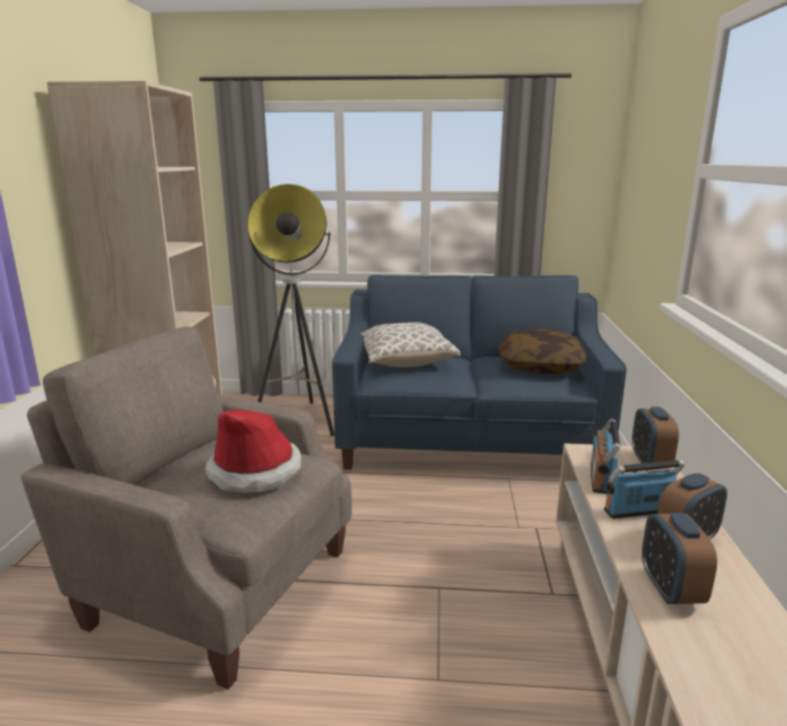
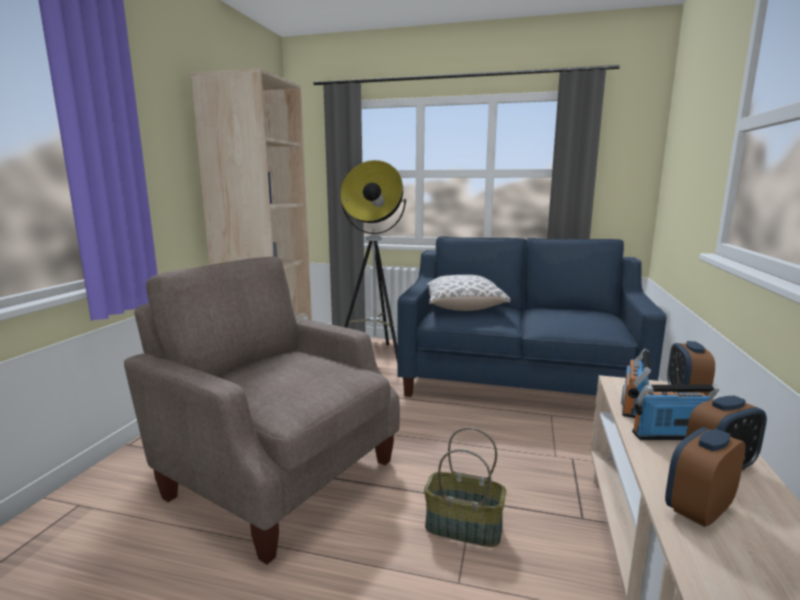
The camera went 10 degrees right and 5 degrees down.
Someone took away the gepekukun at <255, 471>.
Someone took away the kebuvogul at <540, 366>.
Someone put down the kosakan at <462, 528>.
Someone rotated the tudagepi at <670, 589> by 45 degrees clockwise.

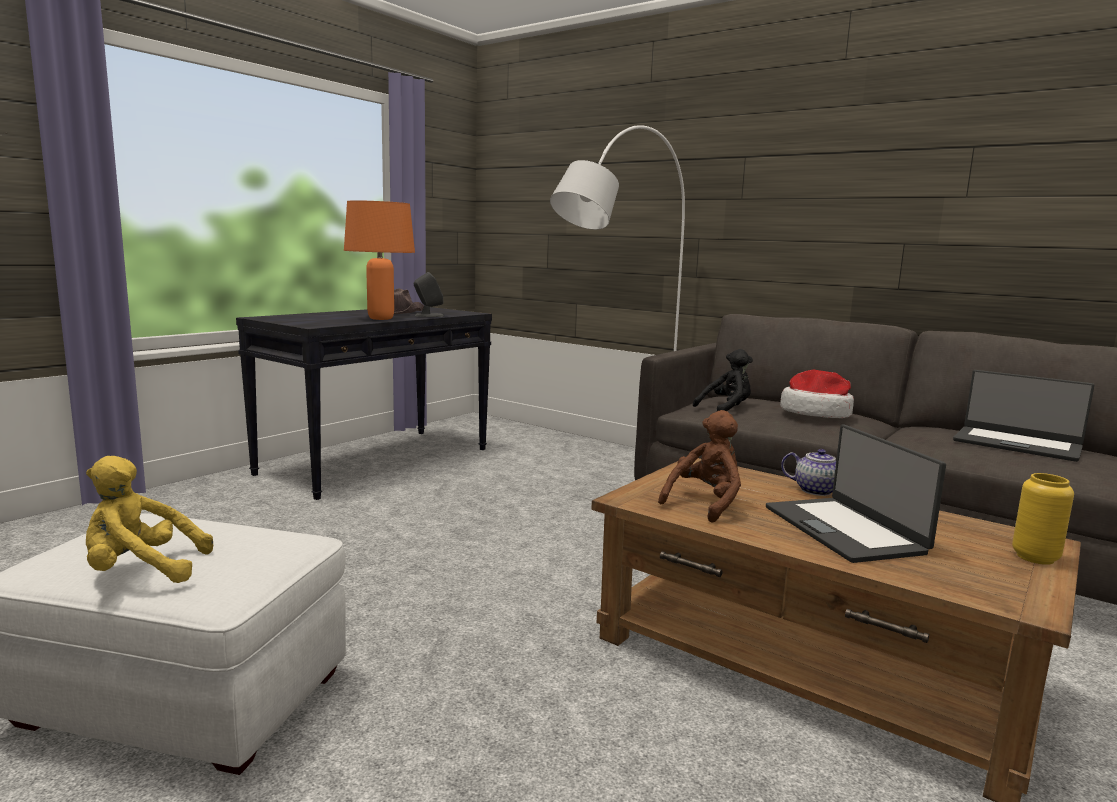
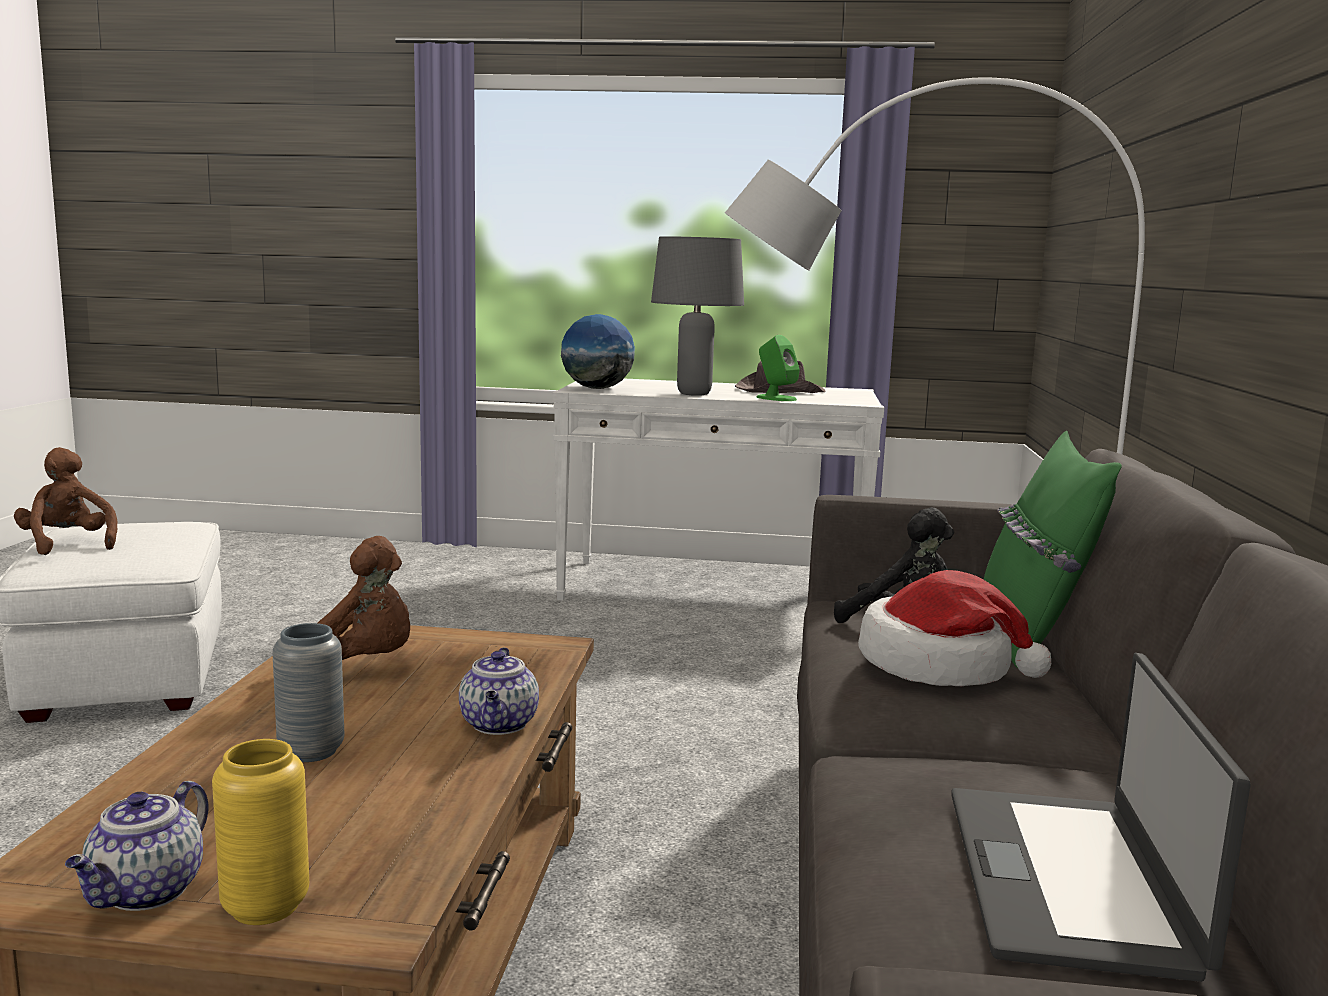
The camera went 60 degrees right and 0 degrees up.
Someone put down the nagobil at <146, 893>.
Someone put down the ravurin at <597, 388>.
Someone put down the green_kebuvogul at <1032, 635>.
Someone swapped the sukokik at <844, 529> for the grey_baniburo at <311, 751>.
Someone repainted the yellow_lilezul at <141, 571>, which became the brown_lilezul at <68, 544>.
Someone repainted the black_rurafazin at <377, 461>, which became the white_rurafazin at <714, 589>.
Someone repainted the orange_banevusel at <381, 319>, which became the grey_banevusel at <694, 394>.
Someone repainted the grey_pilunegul at <429, 315>, which became the green_pilunegul at <775, 398>.

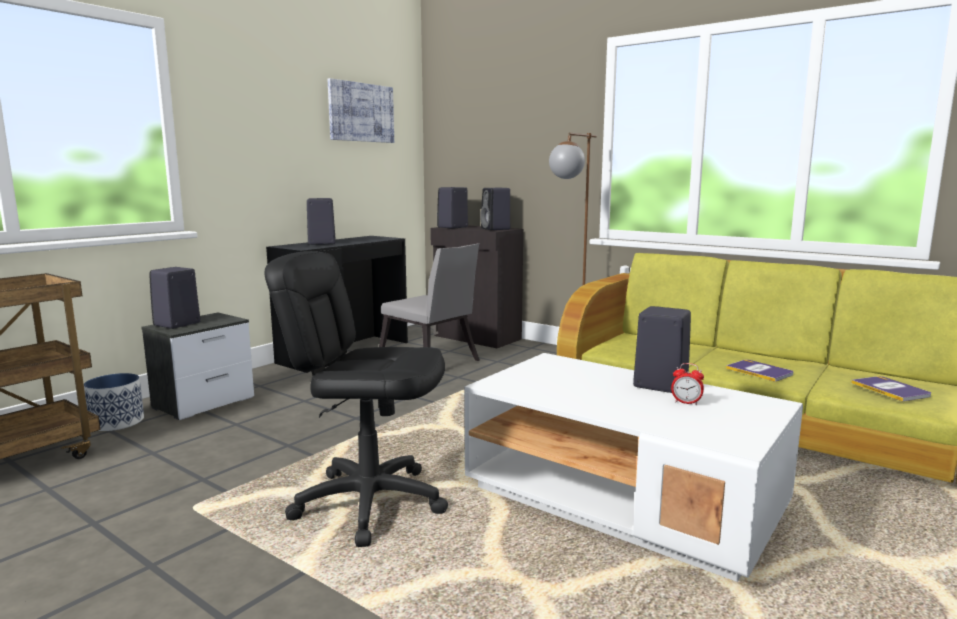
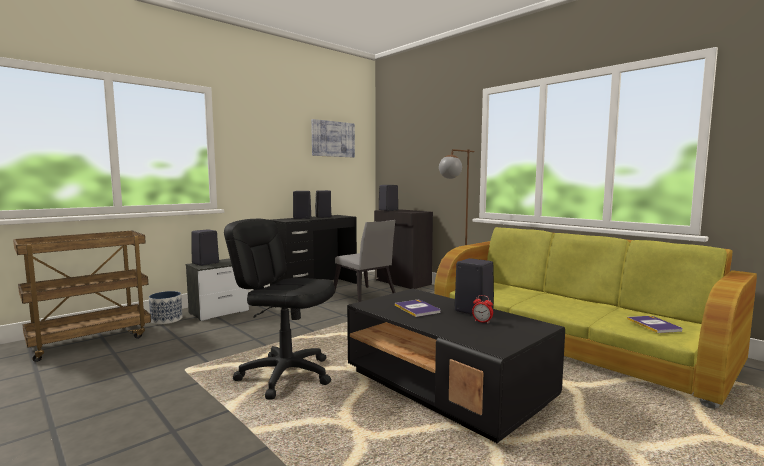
The camera went 10 degrees right and 5 degrees down.
Someone carried the black_pilunegul from <496, 229> to <323, 217>.
Someone carried the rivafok from <759, 371> to <417, 309>.
Someone repainted the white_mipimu at <623, 501>, which became the black_mipimu at <446, 387>.

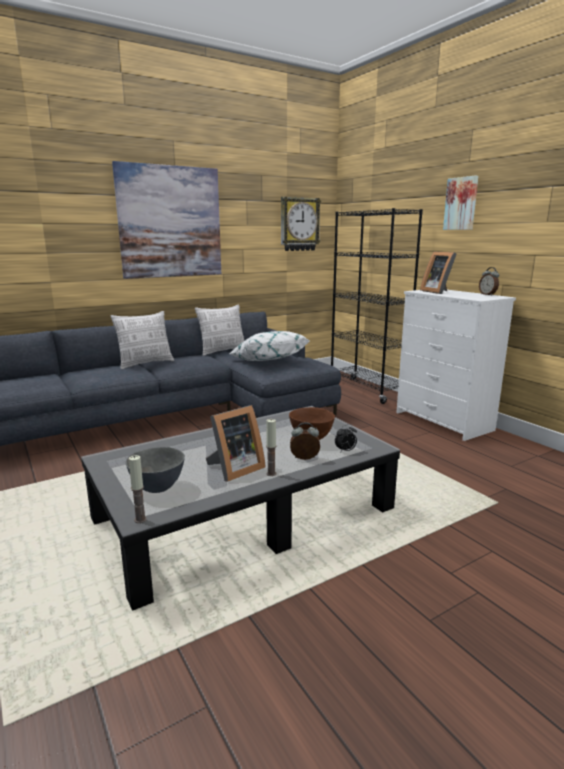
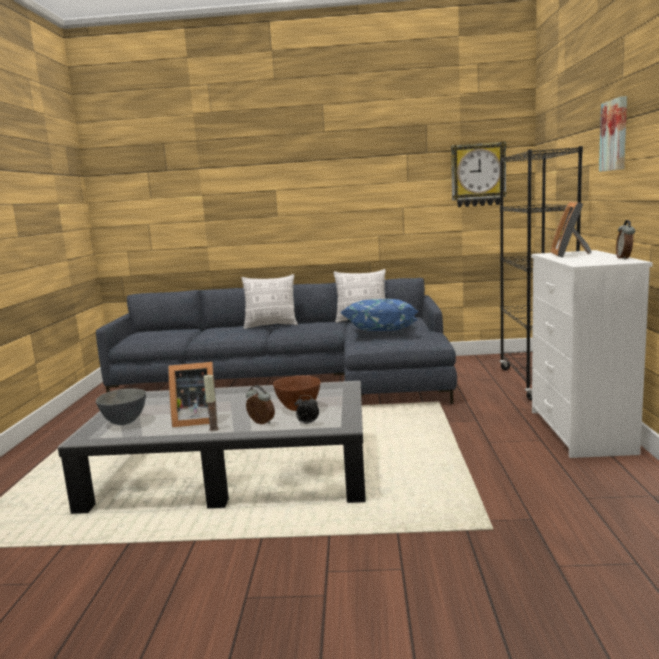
The camera went 35 degrees right and 5 degrees down.
Someone took away the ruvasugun at <170, 222>.
Someone took away the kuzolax at <140, 519>.
Someone repainted the white_kebuvogul at <267, 361>, which became the blue_kebuvogul at <382, 332>.

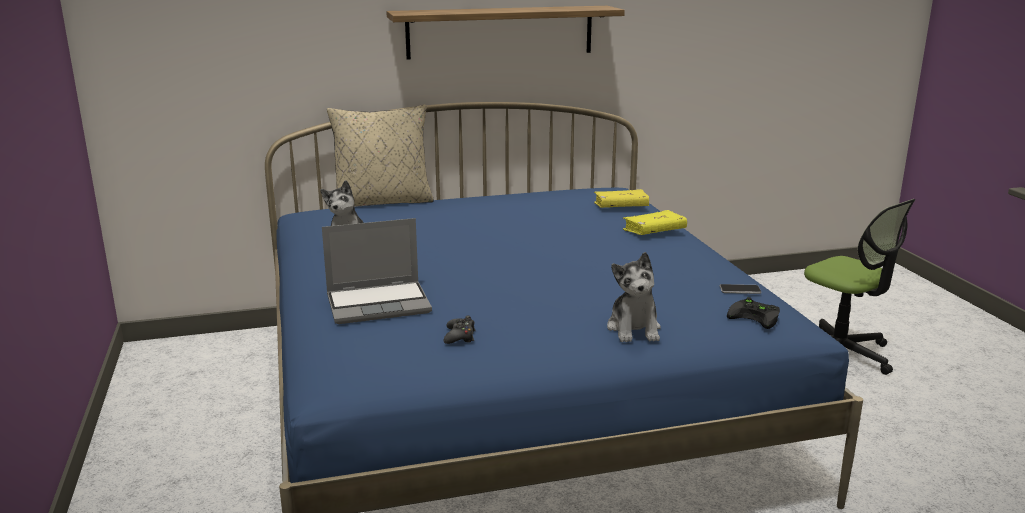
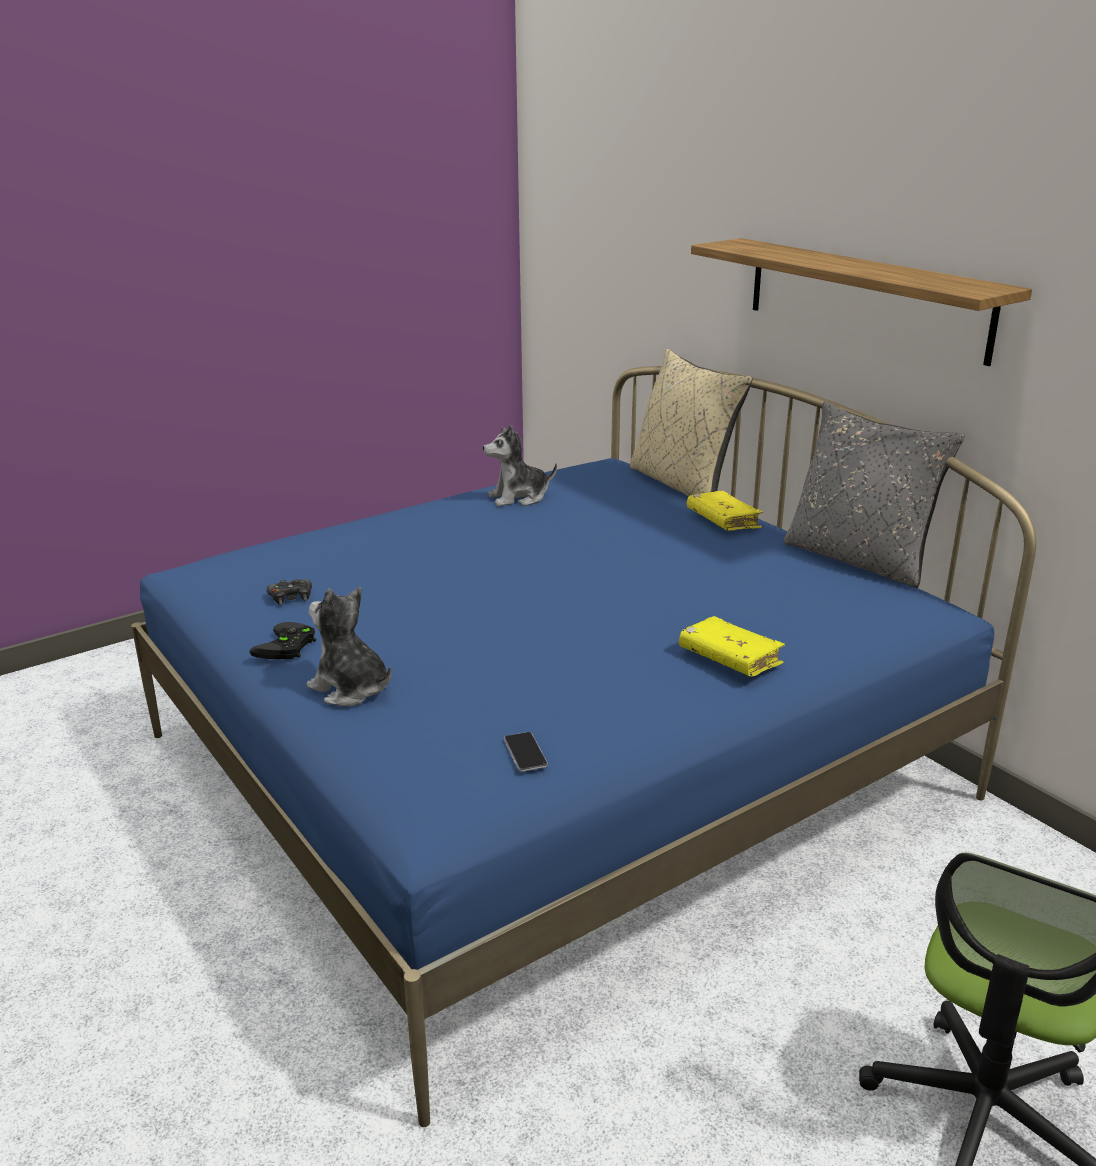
The camera went 70 degrees right and 5 degrees up.
Someone took away the sukokik at <379, 304>.
Someone put down the grey_kebuvogul at <858, 559>.
Someone carried the yellow_rivafok from <621, 206> to <723, 520>.
Someone carried the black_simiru from <756, 317> to <286, 647>.
Someone rotated the lilezul at <634, 329> by 60 degrees clockwise.

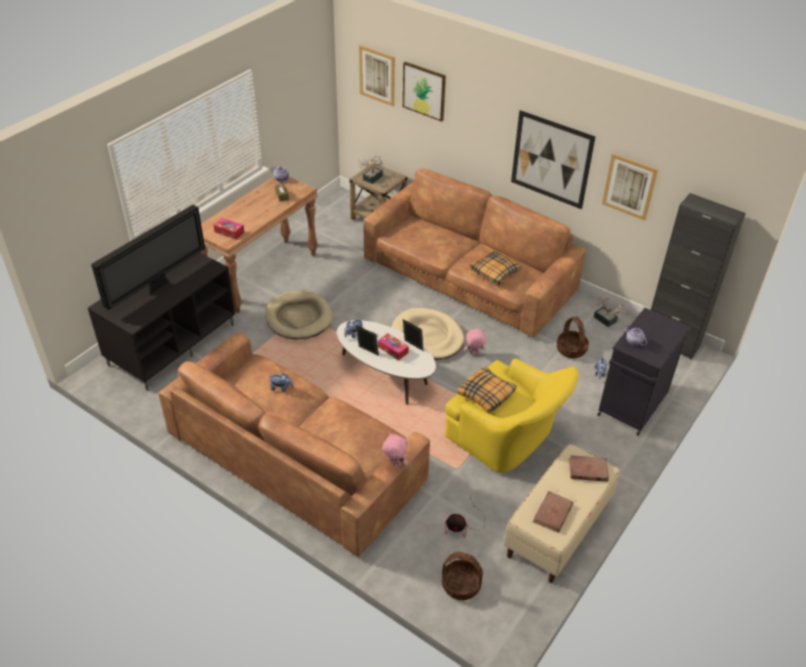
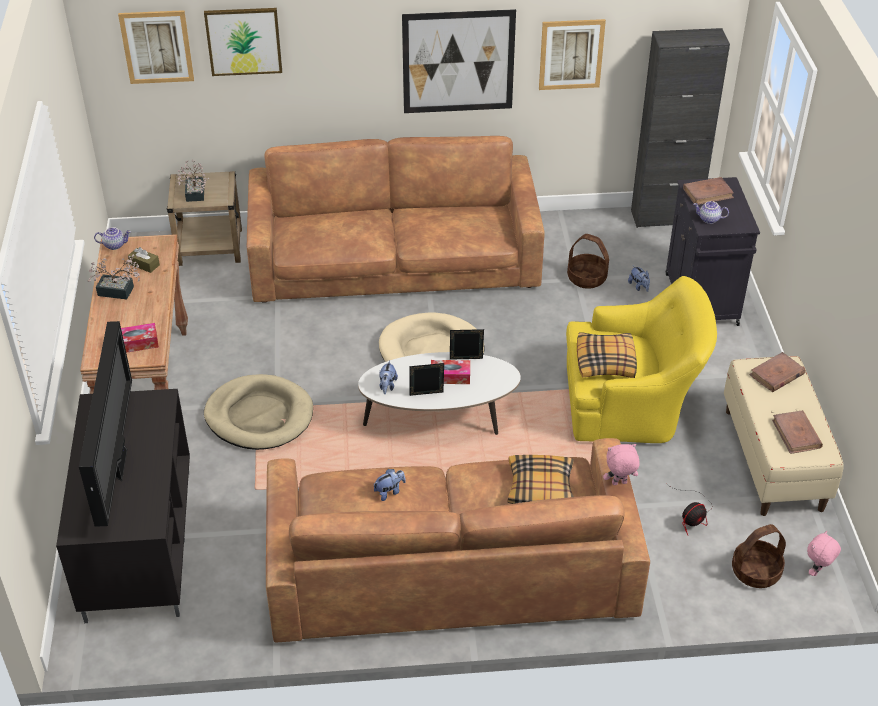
The camera went 40 degrees left and 0 degrees up.
Someone put down the brown_rivafok at <708, 193>.
Someone carried the pink_lilezul from <474, 353> to <817, 572>.
Someone carried the kebuvogul from <494, 272> to <540, 488>.
Someone carried the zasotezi from <607, 321> to <119, 292>.

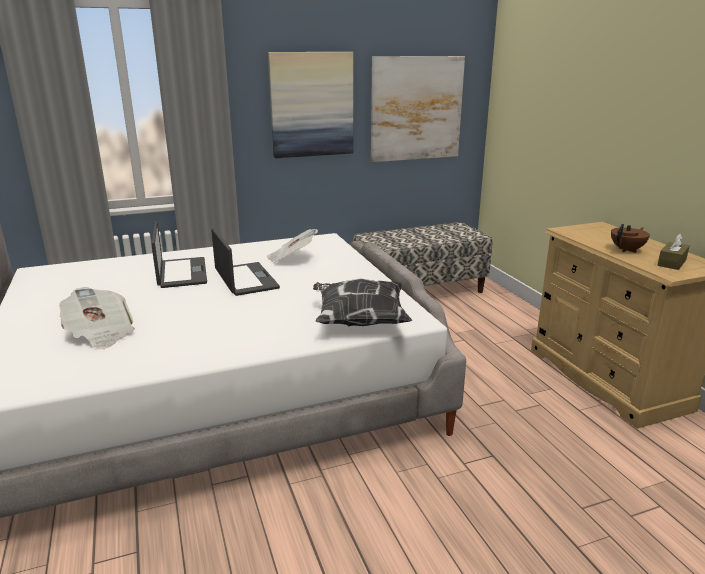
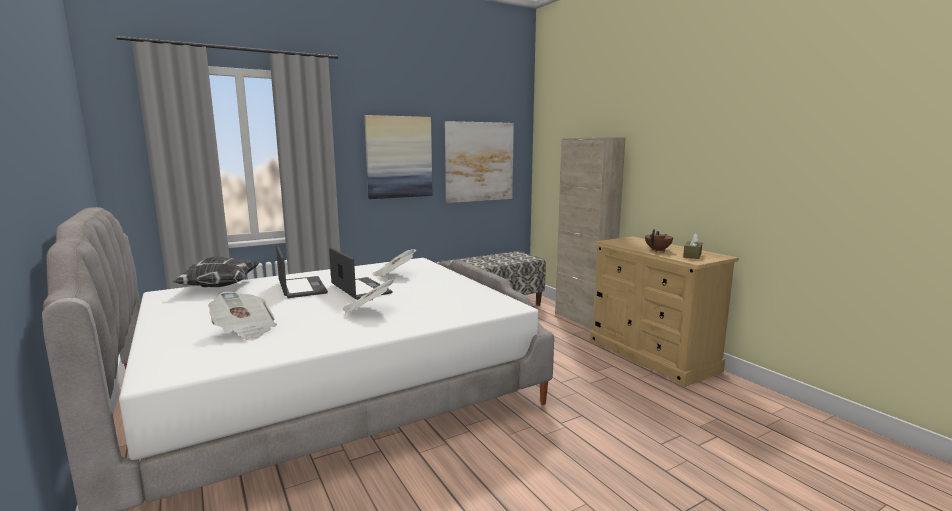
The camera went 10 degrees left and 10 degrees down.
Someone put down the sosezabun at <368, 310>.
Someone put down the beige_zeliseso at <582, 319>.
Someone carried the kebuvogul from <359, 321> to <218, 286>.

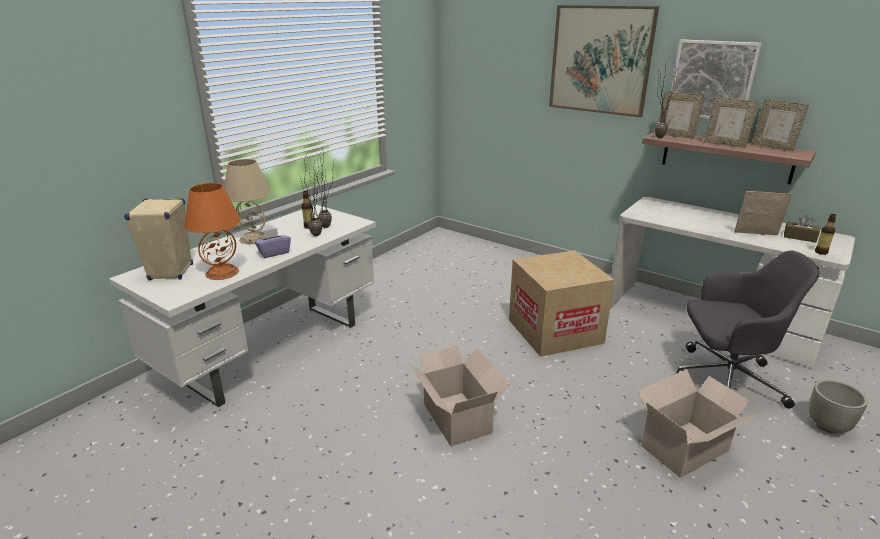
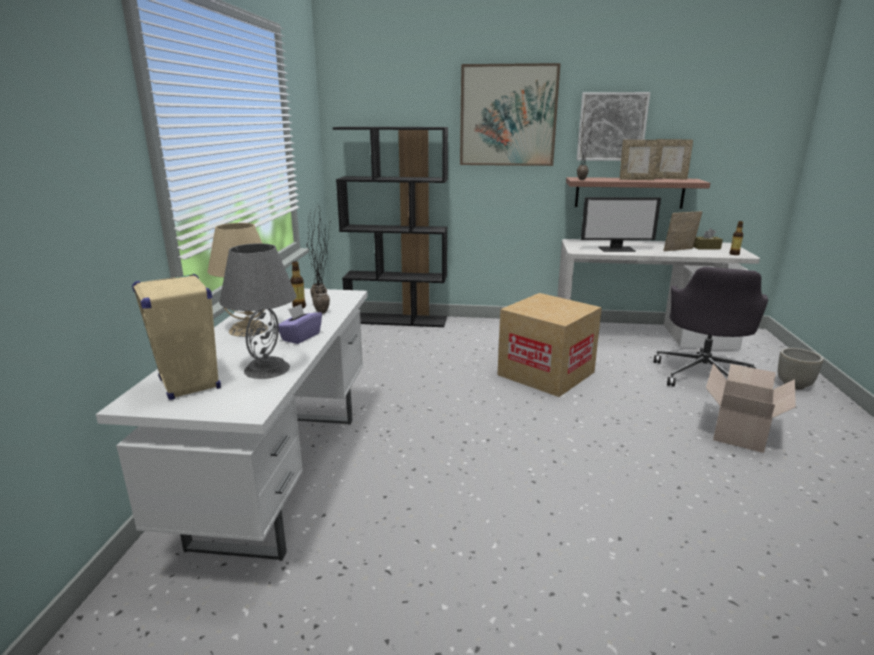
The camera went 30 degrees left and 5 degrees down.
Someone took away the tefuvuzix at <456, 416>.
Someone took away the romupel at <675, 136>.
Someone put down the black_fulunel at <397, 320>.
Someone put down the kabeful at <616, 249>.
Someone repainted the orange_banevusel at <222, 272>, which became the grey_banevusel at <267, 368>.
Someone rotated the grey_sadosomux at <725, 380> by 135 degrees clockwise.

